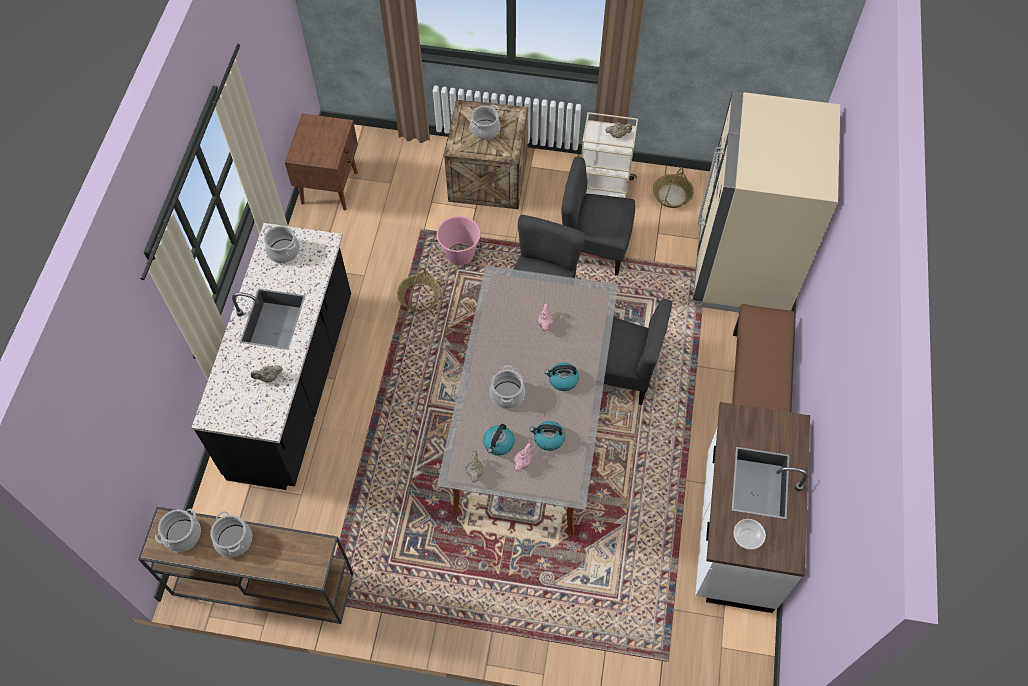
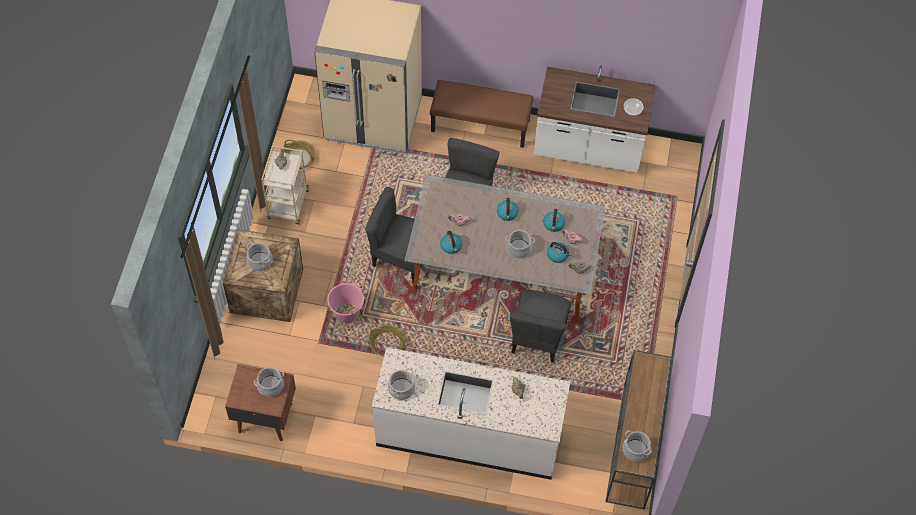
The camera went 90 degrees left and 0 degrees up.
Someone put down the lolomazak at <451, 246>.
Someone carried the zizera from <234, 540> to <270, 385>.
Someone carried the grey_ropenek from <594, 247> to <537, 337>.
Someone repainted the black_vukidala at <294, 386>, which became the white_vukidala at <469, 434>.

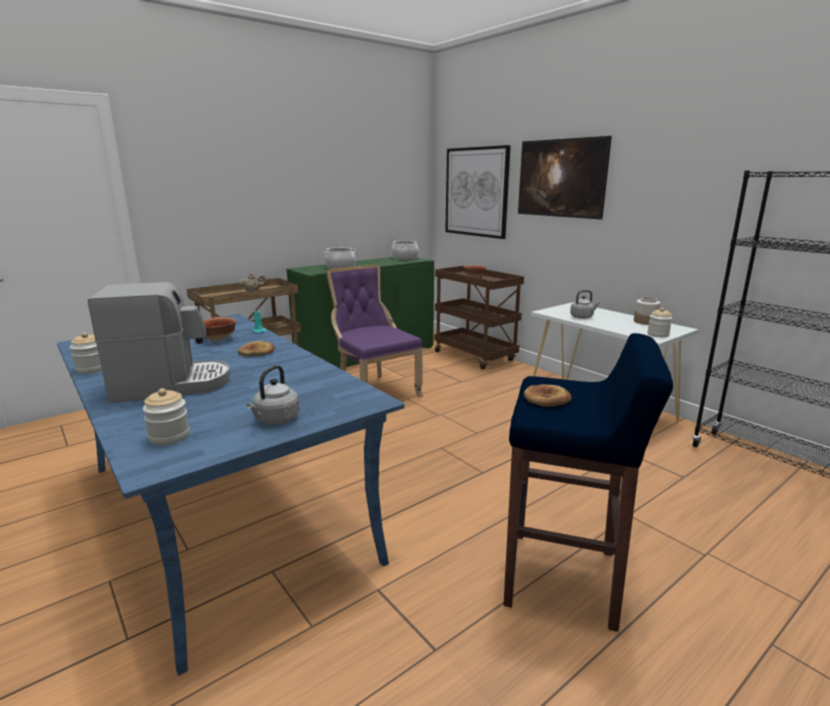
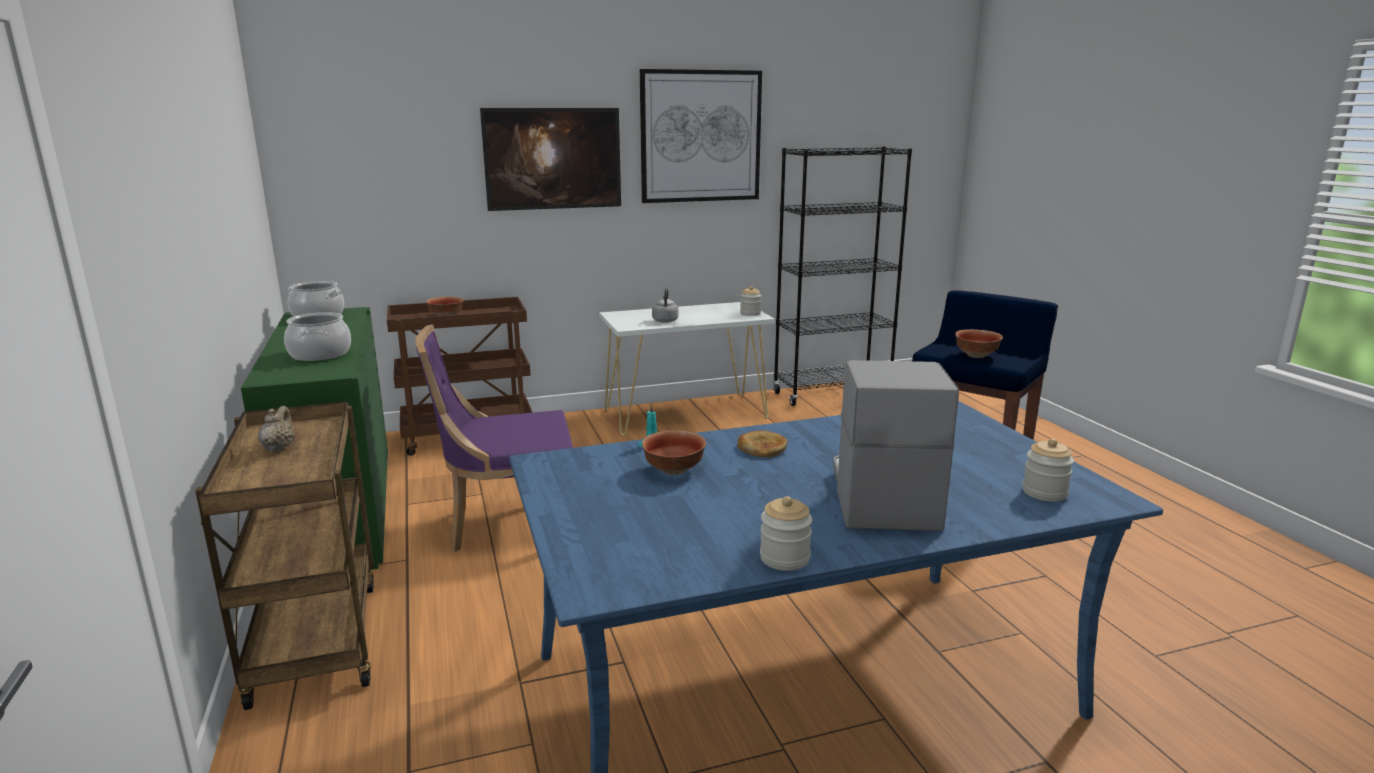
The camera went 70 degrees left and 0 degrees up.
Someone took away the grey_lolomazak at <275, 420>.
Someone took away the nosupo at <645, 322>.
Someone carried the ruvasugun from <476, 192> to <700, 136>.
Someone swapped the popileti at <546, 399> for the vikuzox at <977, 356>.

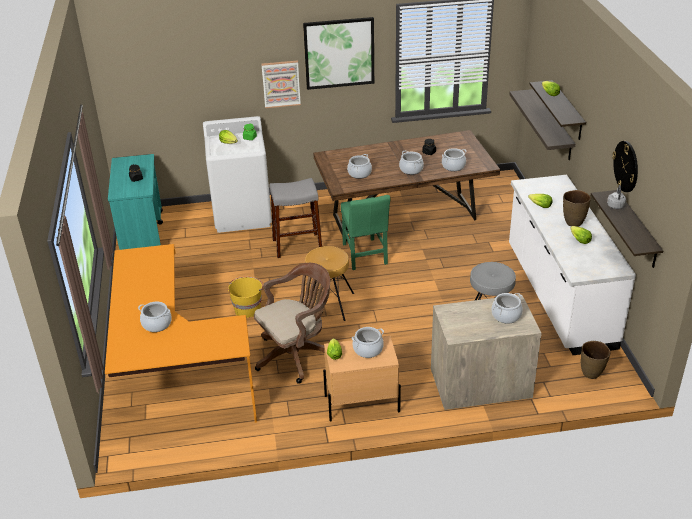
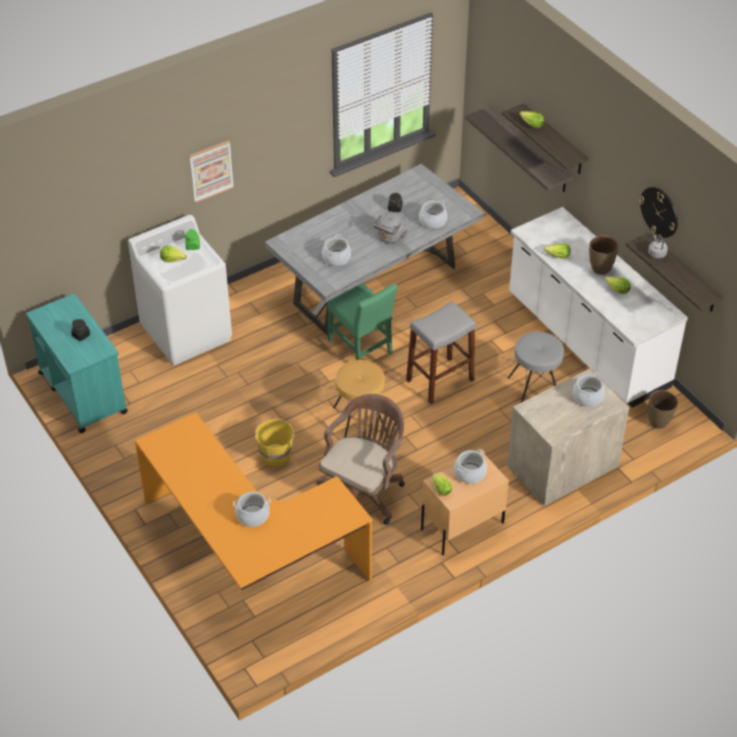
The camera went 25 degrees left and 10 degrees up.
Someone took away the ruvasugun at <339, 53>.
Someone carried the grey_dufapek from <297, 245> to <440, 380>.
Someone swapped the zizera at <411, 169> for the grey_lolomazak at <390, 238>.
Someone repainted the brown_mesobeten at <403, 218>, which became the grey_mesobeten at <374, 286>.

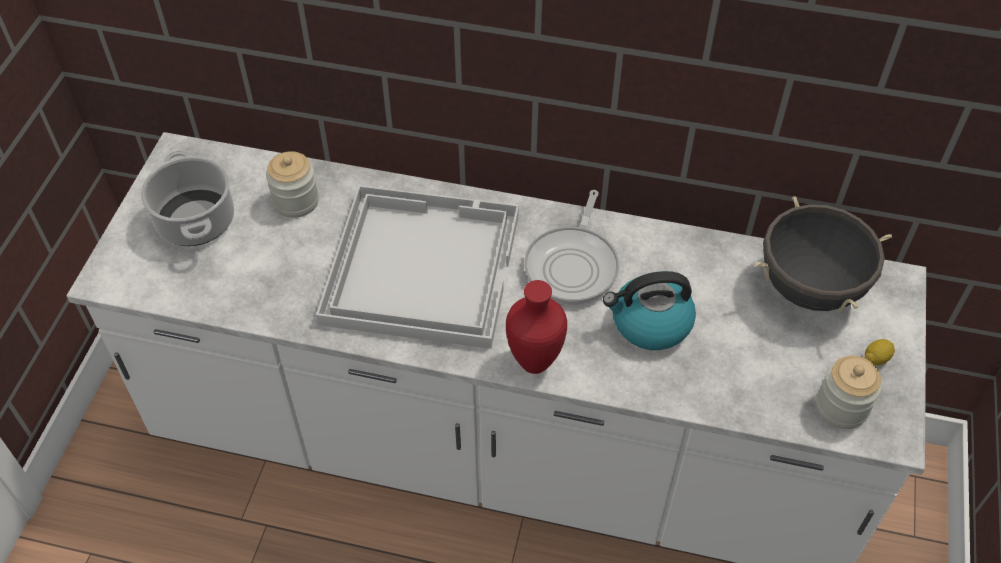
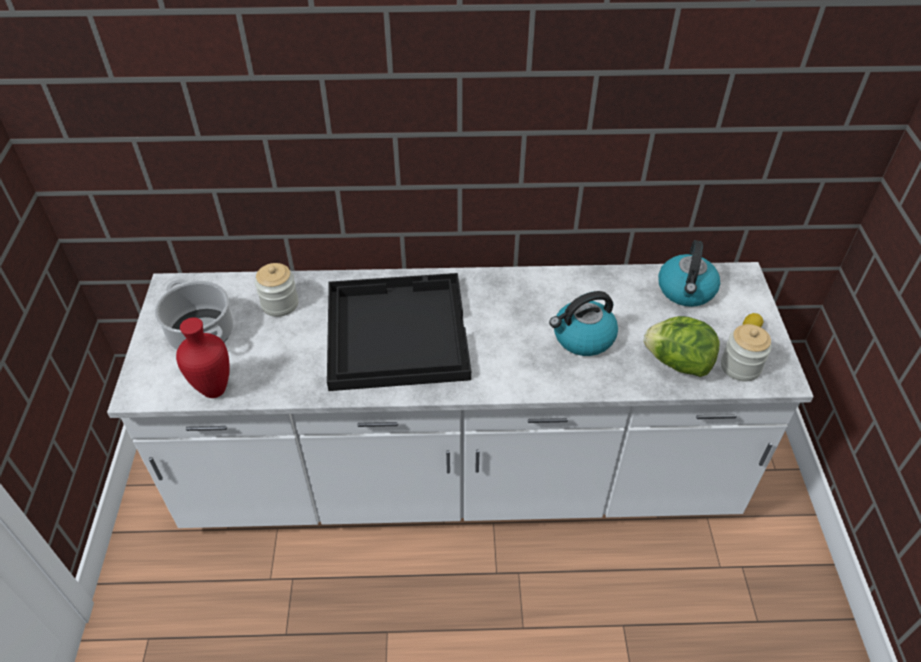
The camera went 15 degrees left and 5 degrees down.
Someone took away the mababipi at <573, 265>.
Someone put down the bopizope at <677, 363>.
Someone carried the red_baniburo from <533, 364> to <213, 391>.
Someone swapped the black_zizera at <810, 288> for the lolomazak at <686, 291>.
Someone repainted the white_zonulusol at <420, 266>, which became the black_zonulusol at <395, 332>.

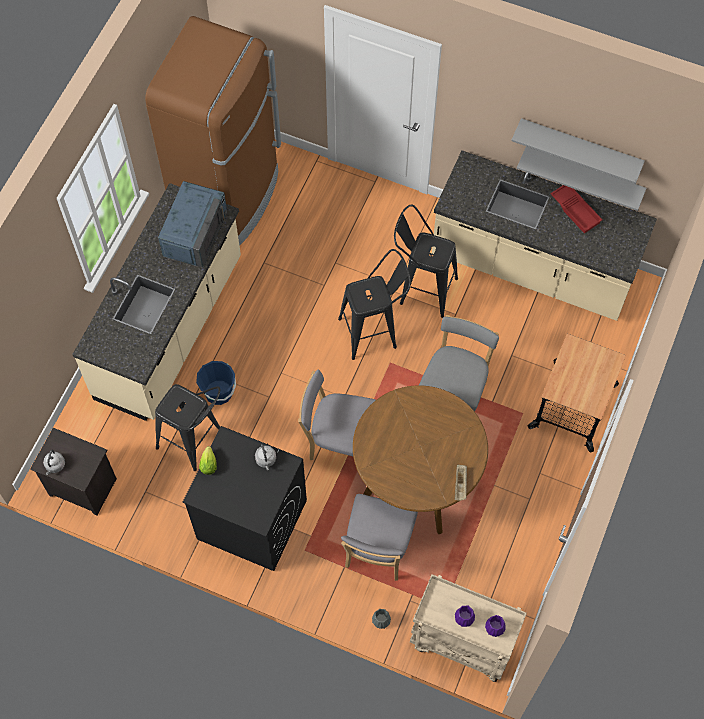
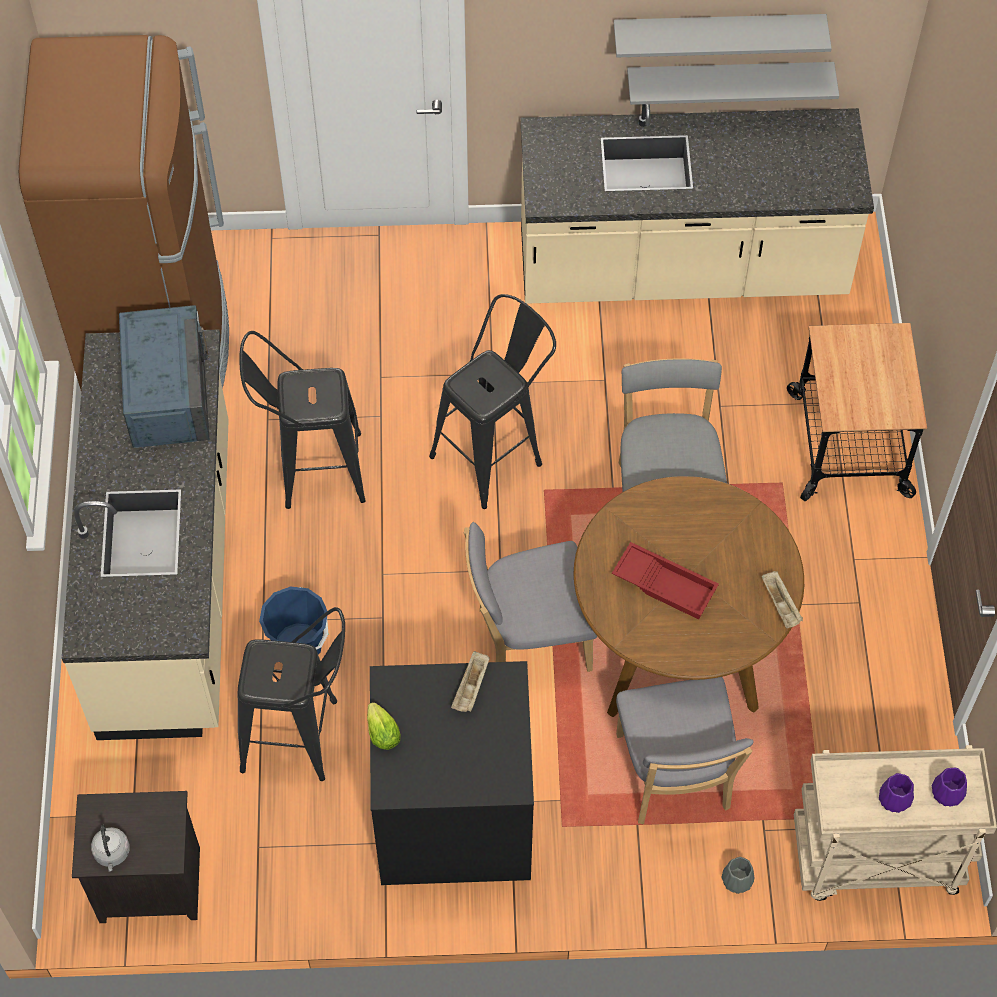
The camera went 25 degrees left and 5 degrees down.
Someone carried the black_dufapek from <422, 288> to <311, 470>.
Someone carried the red_zonulusol from <576, 210> to <666, 584>.
Someone swapped the grey_lolomazak at <266, 460> for the beige_zonulusol at <471, 688>.

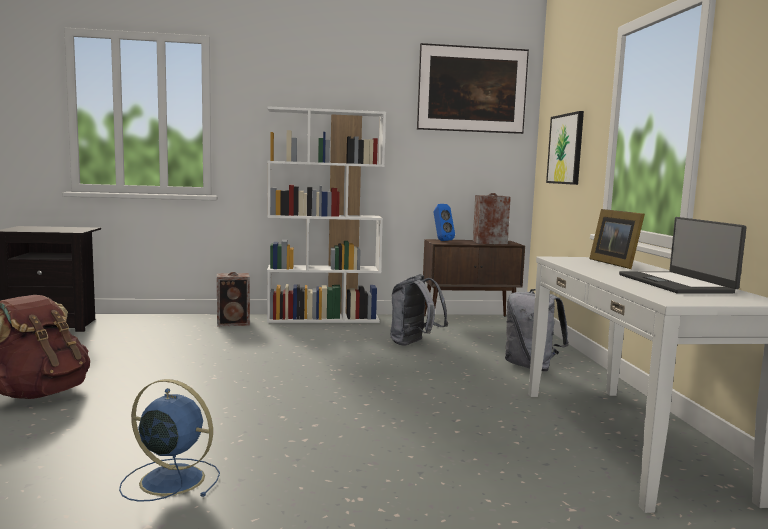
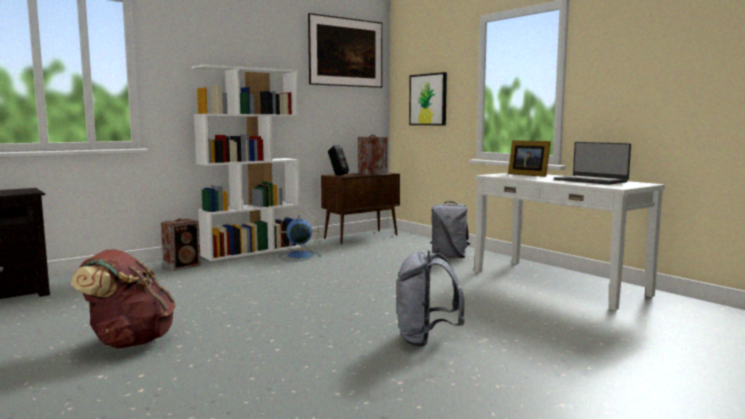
The camera went 30 degrees left and 0 degrees up.
Someone carried the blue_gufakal from <169, 479> to <298, 256>.
Someone carried the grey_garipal from <414, 344> to <426, 340>.
Someone repainted the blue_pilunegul at <441, 240>, which became the black_pilunegul at <337, 175>.

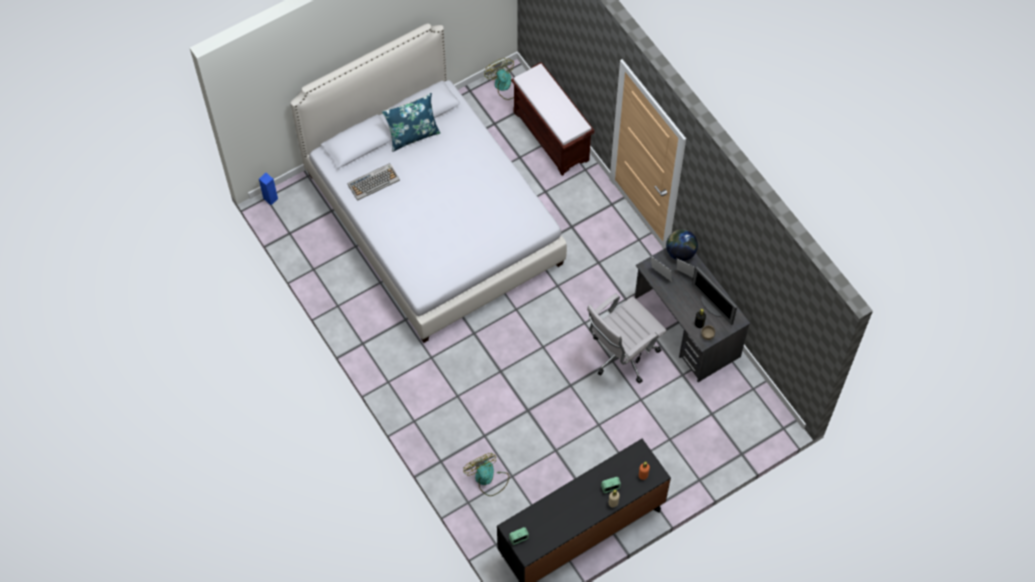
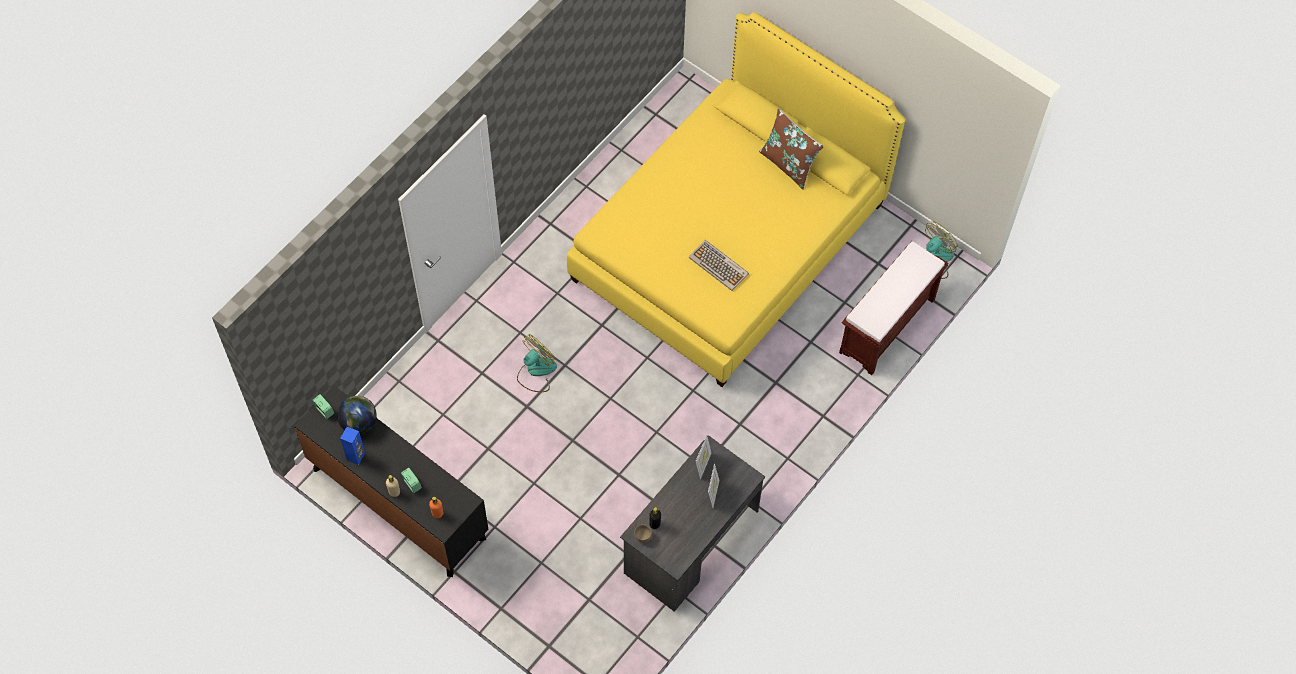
The camera went 70 degrees right and 0 degrees up.
Someone took away the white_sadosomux at <621, 355>.
Someone took away the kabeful at <712, 306>.
Someone carried the blue_pilunegul from <271, 198> to <356, 456>.
Someone carried the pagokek from <374, 182> to <719, 266>.
Someone carried the gufakal from <487, 478> to <536, 371>.
Someone carried the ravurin from <680, 252> to <359, 423>.
Someone repainted the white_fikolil at <432, 218>, which became the yellow_fikolil at <728, 241>.
Someone repainted the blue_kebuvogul at <412, 135>, which became the brown_kebuvogul at <788, 164>.

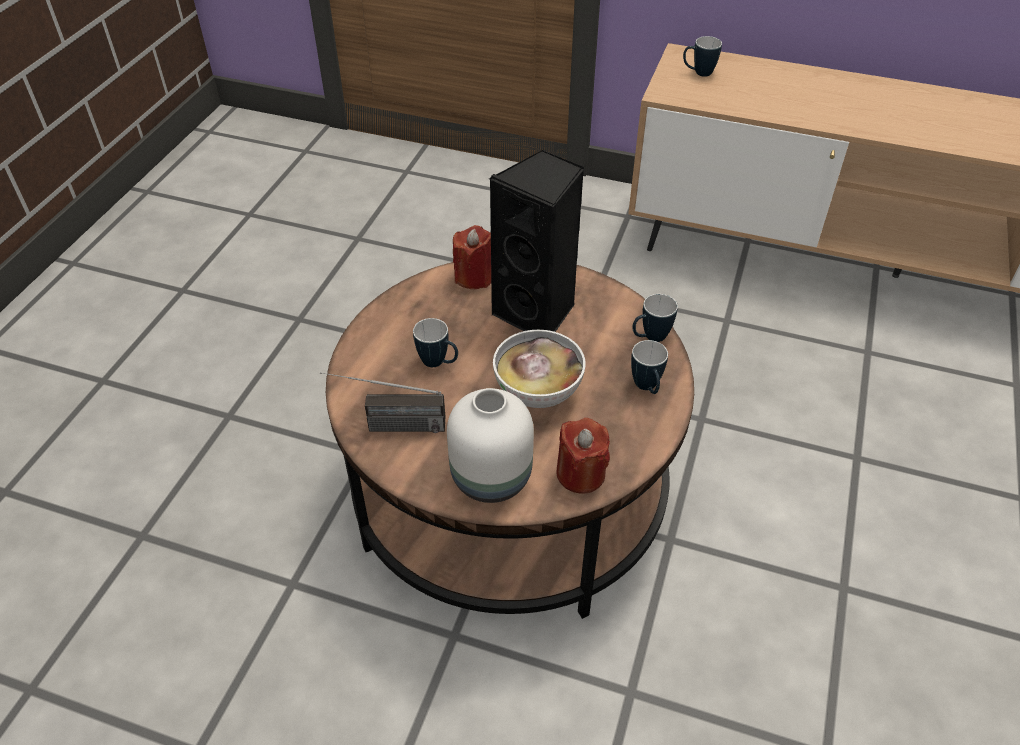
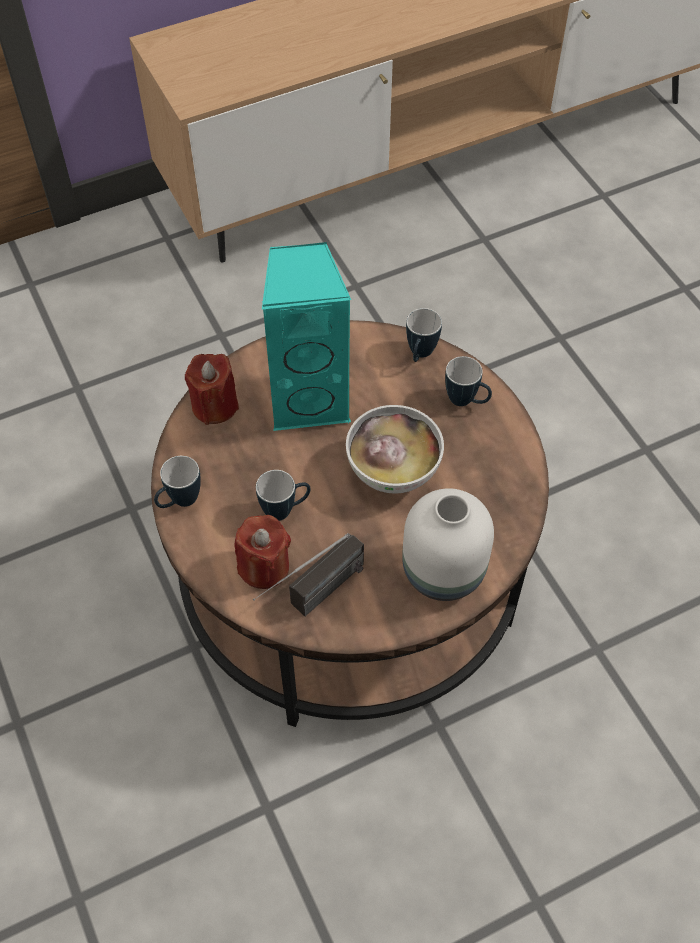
The camera went 45 degrees left and 10 degrees up.
Someone carried the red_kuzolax from <580, 474> to <264, 567>.
Someone carried the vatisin from <698, 73> to <179, 502>.
Someone repainted the black_pilunegul at <538, 313>, which became the turquoise_pilunegul at <309, 400>.

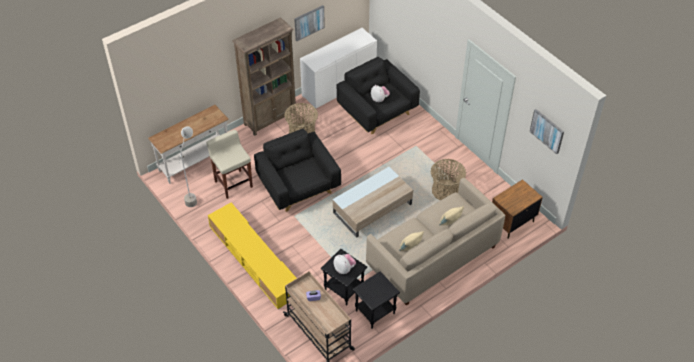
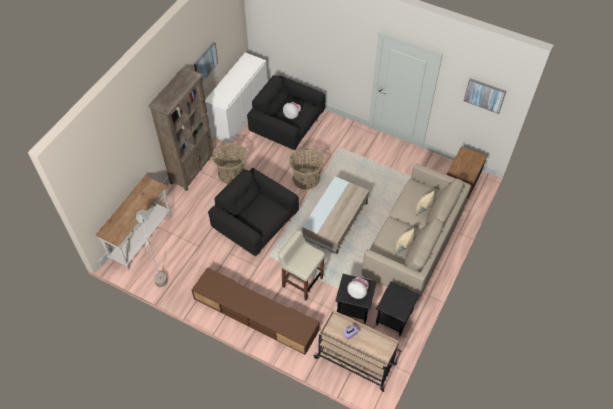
The camera went 25 degrees left and 5 degrees up.
Someone carried the beige_dufapek from <233, 183> to <302, 282>.
Someone carried the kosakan from <445, 191> to <306, 178>.
Someone repainted the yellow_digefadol at <254, 260>, which became the brown_digefadol at <255, 315>.

